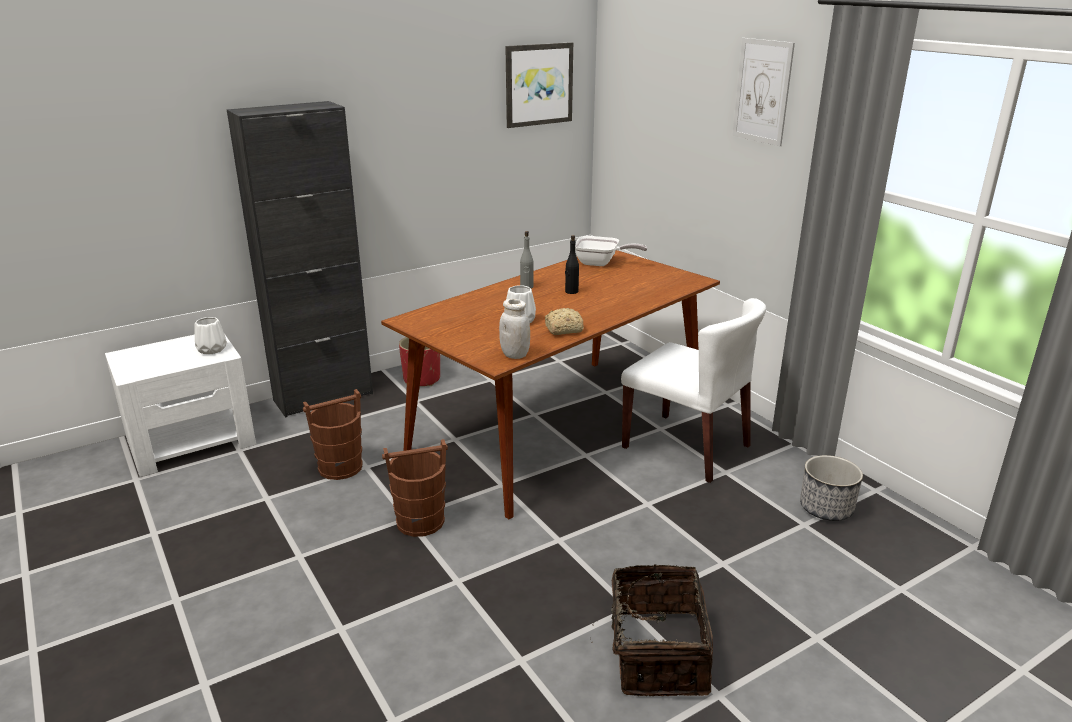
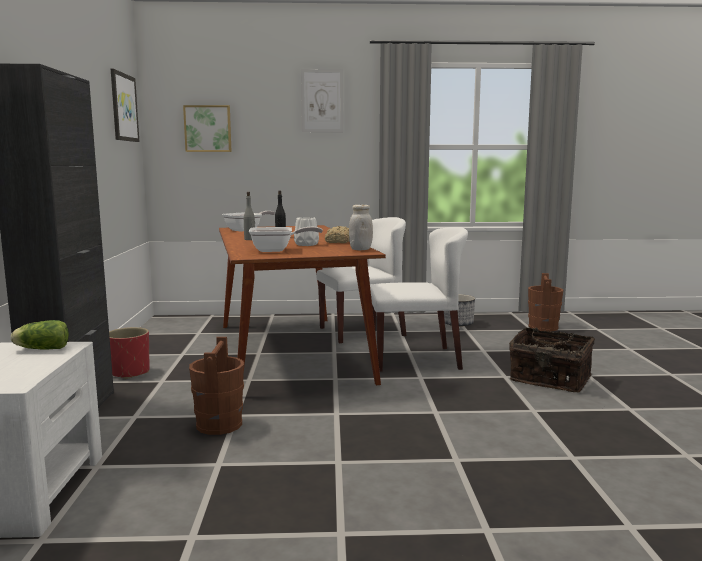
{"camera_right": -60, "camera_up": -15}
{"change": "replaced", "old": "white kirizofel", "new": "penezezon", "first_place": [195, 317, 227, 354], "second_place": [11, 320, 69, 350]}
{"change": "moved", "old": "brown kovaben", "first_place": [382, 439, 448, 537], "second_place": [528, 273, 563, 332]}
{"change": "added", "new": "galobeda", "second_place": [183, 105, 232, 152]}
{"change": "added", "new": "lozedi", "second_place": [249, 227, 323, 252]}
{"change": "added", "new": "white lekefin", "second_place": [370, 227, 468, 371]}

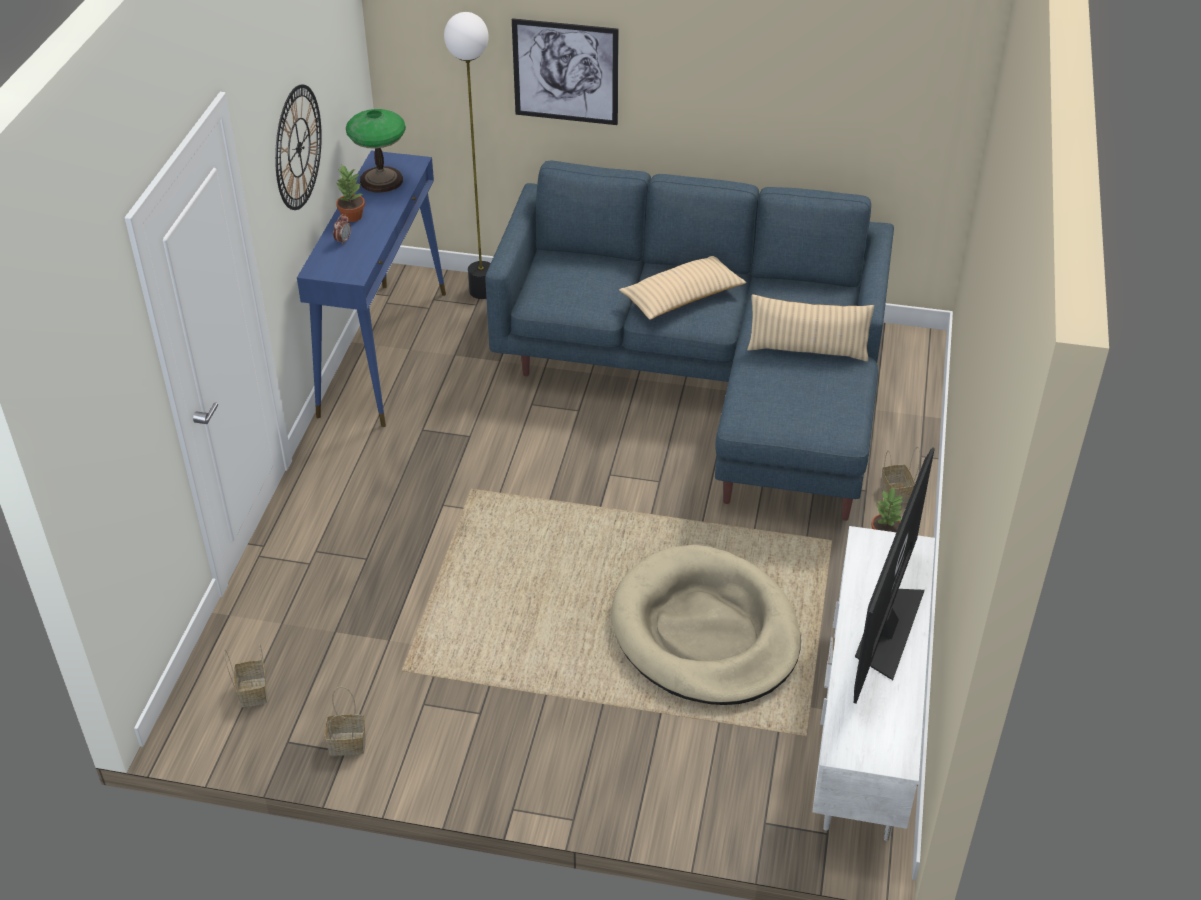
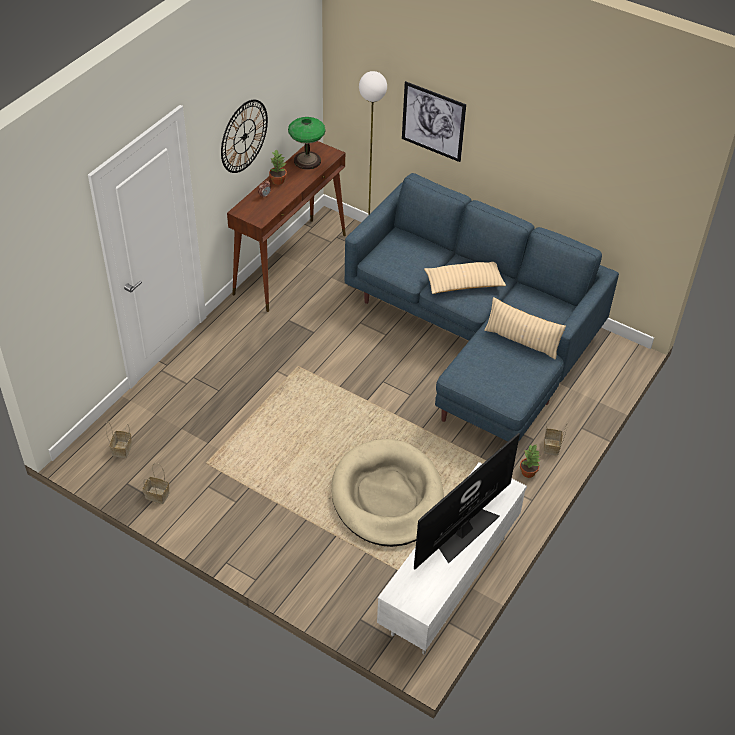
{"camera_right": 20, "camera_up": 5}
{"change": "recoloured", "old": "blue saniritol", "new": "brown saniritol", "first_place": [297, 150, 446, 427], "second_place": [227, 141, 346, 312]}

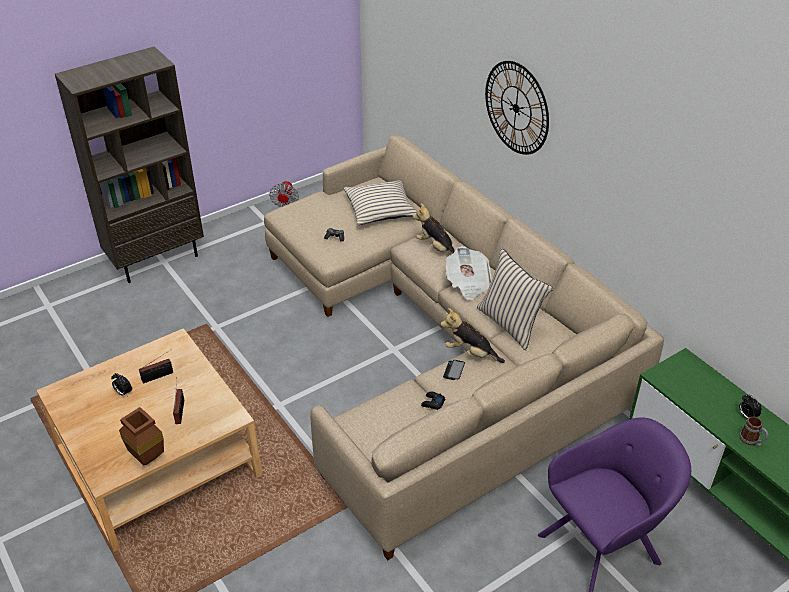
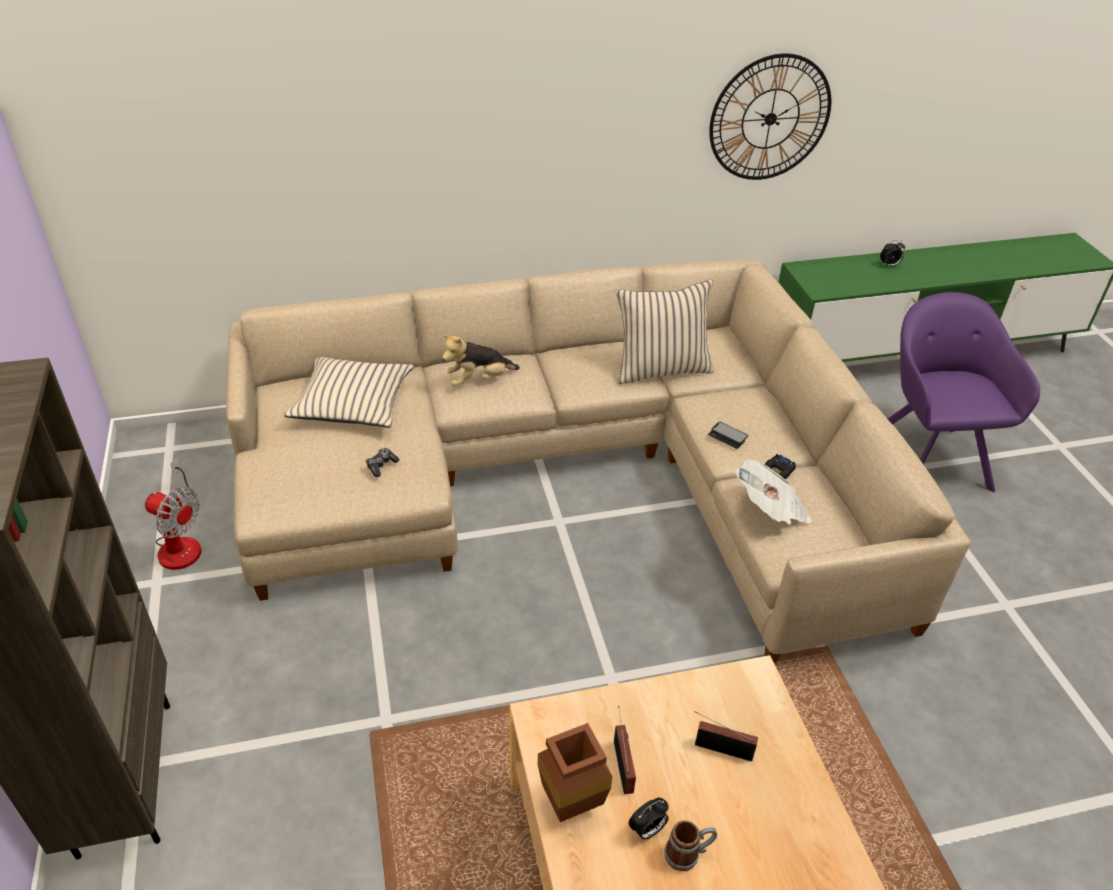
{"camera_right": -70, "camera_up": 0}
{"change": "moved", "old": "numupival", "first_place": [485, 61, 549, 155], "second_place": [709, 53, 831, 180]}
{"change": "moved", "old": "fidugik", "first_place": [445, 246, 492, 300], "second_place": [735, 460, 812, 525]}
{"change": "removed", "old": "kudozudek", "first_place": [440, 308, 505, 363]}
{"change": "moved", "old": "brown kirizofel", "first_place": [119, 407, 164, 466], "second_place": [538, 723, 613, 822]}
{"change": "moved", "old": "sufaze", "first_place": [739, 416, 768, 446], "second_place": [664, 820, 717, 871]}

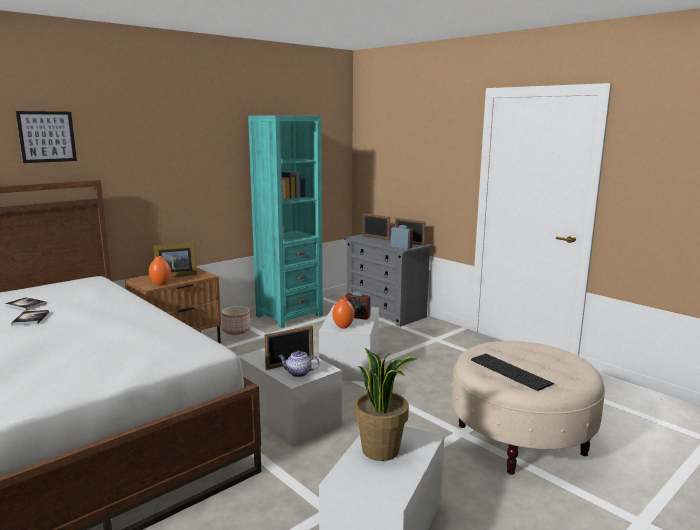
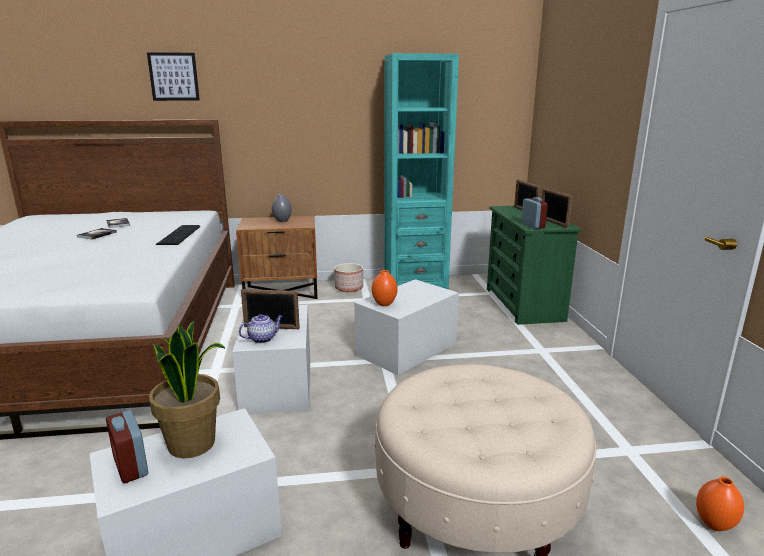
{"camera_right": 35, "camera_up": 5}
{"change": "recoloured", "old": "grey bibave", "new": "green bibave", "first_place": [344, 234, 433, 327], "second_place": [487, 206, 581, 325]}
{"change": "replaced", "old": "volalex", "new": "grey kirizofel", "first_place": [153, 243, 197, 277], "second_place": [272, 194, 292, 222]}
{"change": "moved", "old": "orange kirizofel", "first_place": [149, 256, 171, 286], "second_place": [696, 477, 744, 531]}
{"change": "moved", "old": "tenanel", "first_place": [345, 292, 371, 320], "second_place": [106, 410, 148, 483]}
{"change": "turned", "old": "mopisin", "first_place": [279, 350, 319, 377], "second_place": [239, 314, 283, 343], "degrees": 105}
{"change": "moved", "old": "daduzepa", "first_place": [471, 354, 554, 391], "second_place": [156, 225, 200, 245]}

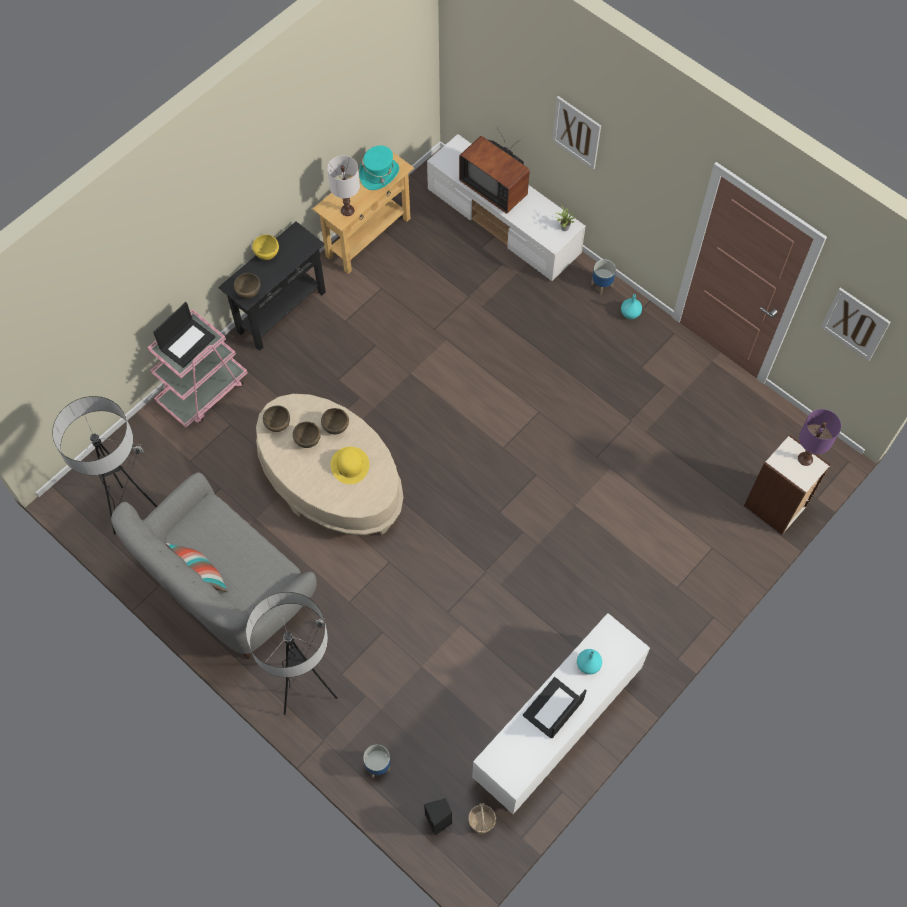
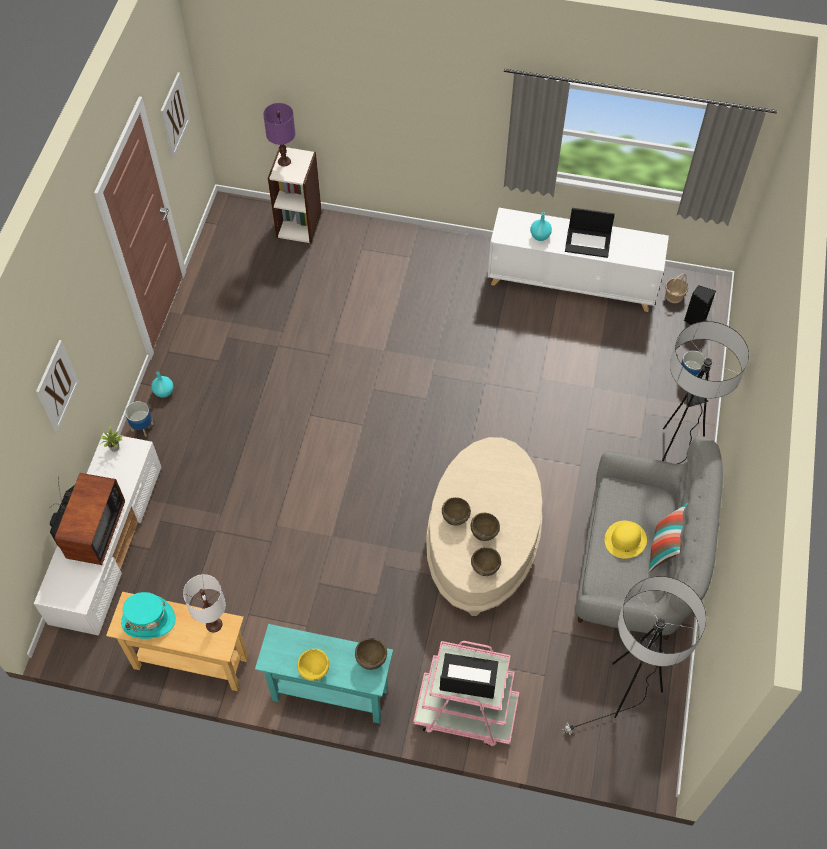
{"camera_right": -120, "camera_up": -5}
{"change": "recoloured", "old": "black saniritol", "new": "turquoise saniritol", "first_place": [218, 221, 326, 351], "second_place": [255, 624, 393, 724]}
{"change": "moved", "old": "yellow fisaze", "first_place": [331, 447, 369, 484], "second_place": [605, 521, 647, 559]}

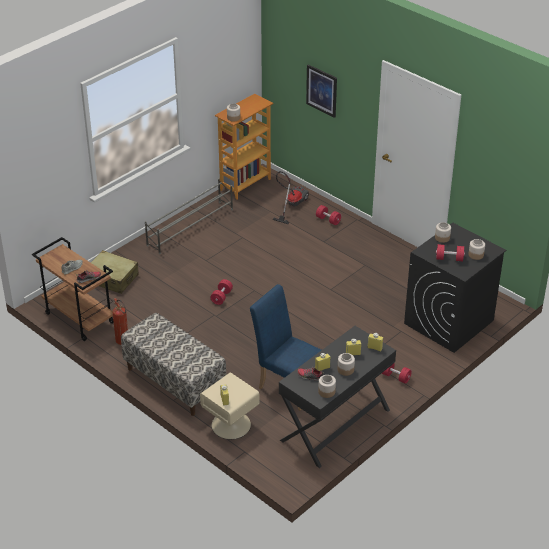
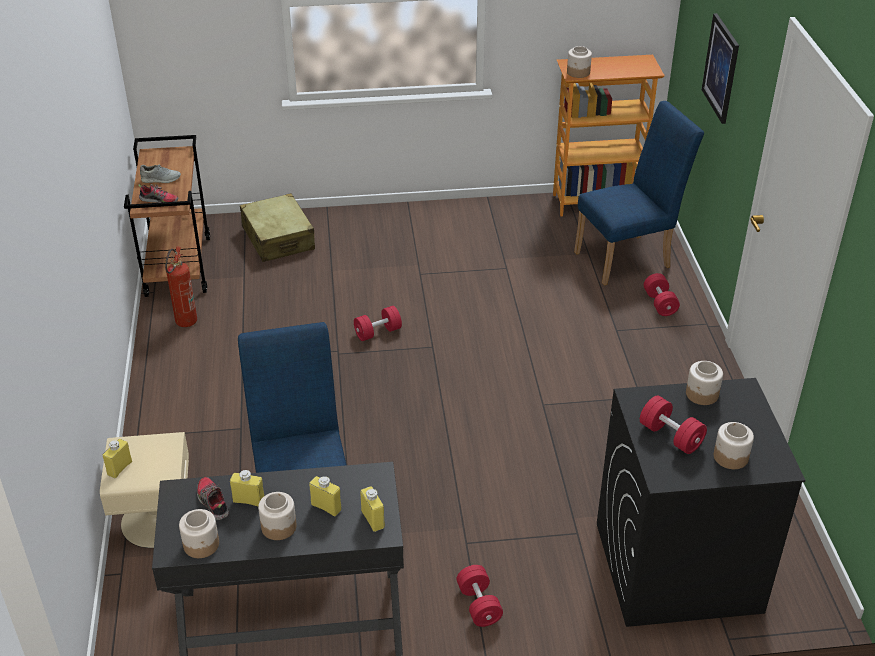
{"camera_right": 40, "camera_up": 0}
{"change": "replaced", "old": "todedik", "new": "blue lekefin", "first_place": [272, 171, 309, 224], "second_place": [574, 101, 704, 286]}
{"change": "removed", "old": "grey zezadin", "first_place": [145, 178, 233, 254]}
{"change": "removed", "old": "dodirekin", "first_place": [121, 313, 226, 416]}

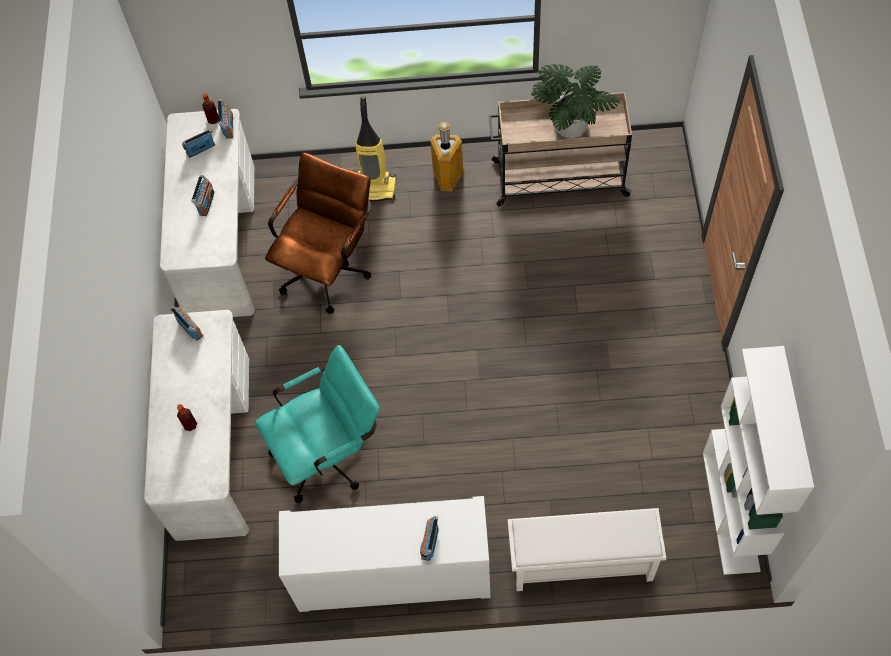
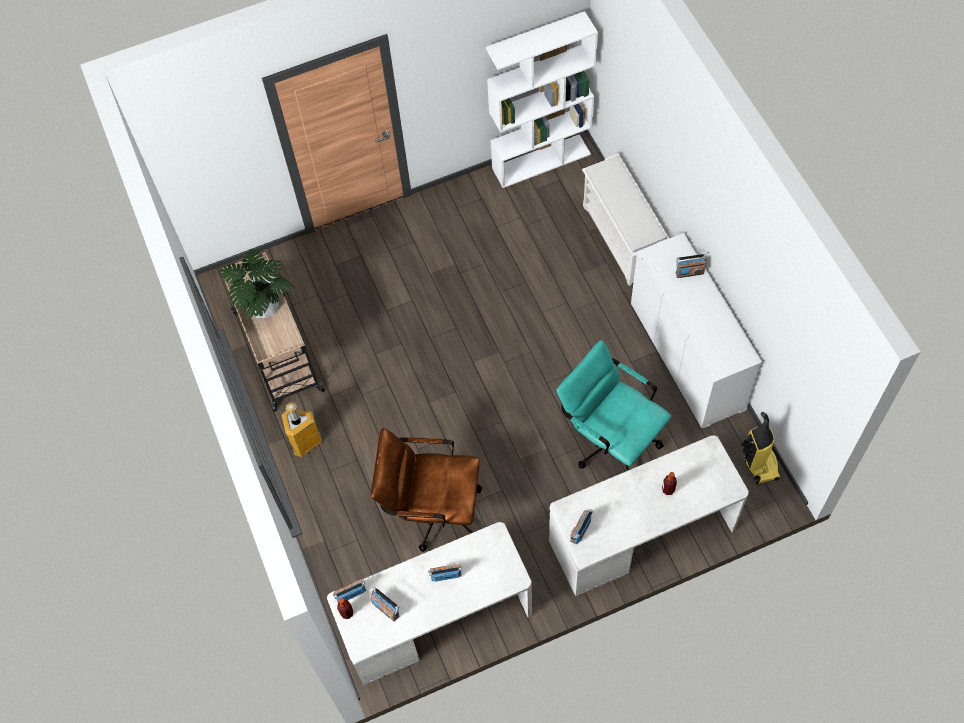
{"camera_right": -110, "camera_up": 0}
{"change": "moved", "old": "todedik", "first_place": [355, 97, 396, 202], "second_place": [741, 412, 780, 484]}

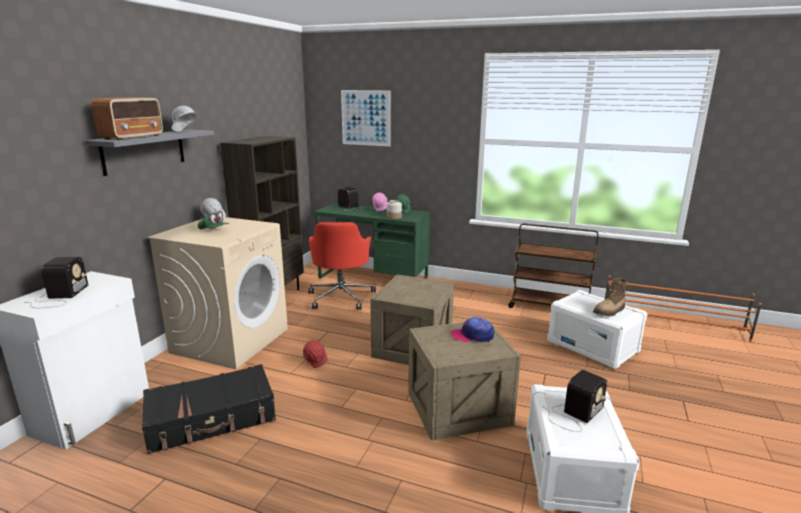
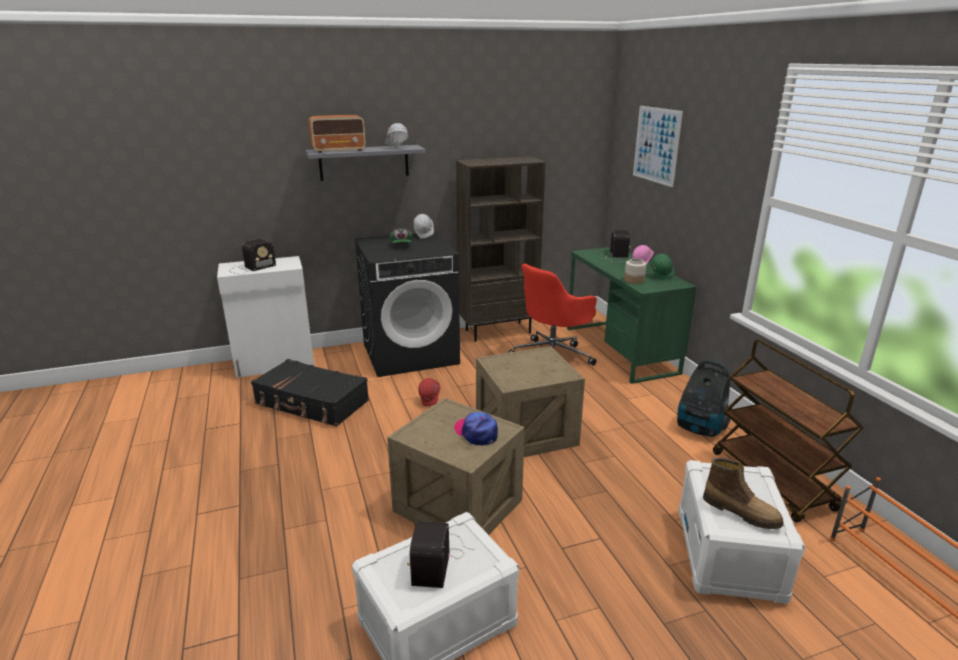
{"camera_right": 50, "camera_up": 5}
{"change": "recoloured", "old": "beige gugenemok", "new": "black gugenemok", "first_place": [147, 217, 288, 369], "second_place": [355, 232, 460, 377]}
{"change": "turned", "old": "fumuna", "first_place": [593, 278, 627, 316], "second_place": [703, 458, 784, 529], "degrees": -150}
{"change": "turned", "old": "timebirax", "first_place": [544, 370, 607, 432], "second_place": [407, 521, 474, 588], "degrees": 90}
{"change": "added", "new": "todedik", "second_place": [677, 359, 732, 437]}

